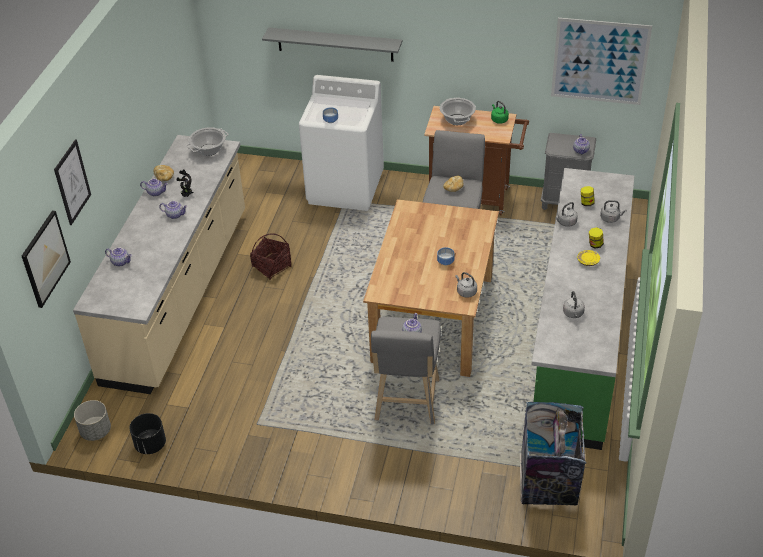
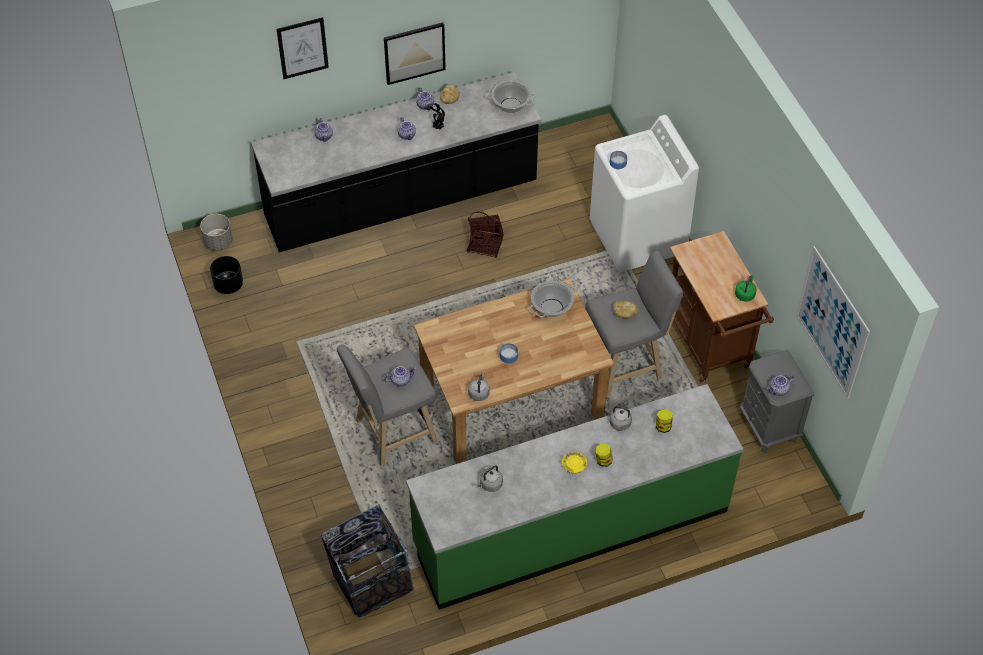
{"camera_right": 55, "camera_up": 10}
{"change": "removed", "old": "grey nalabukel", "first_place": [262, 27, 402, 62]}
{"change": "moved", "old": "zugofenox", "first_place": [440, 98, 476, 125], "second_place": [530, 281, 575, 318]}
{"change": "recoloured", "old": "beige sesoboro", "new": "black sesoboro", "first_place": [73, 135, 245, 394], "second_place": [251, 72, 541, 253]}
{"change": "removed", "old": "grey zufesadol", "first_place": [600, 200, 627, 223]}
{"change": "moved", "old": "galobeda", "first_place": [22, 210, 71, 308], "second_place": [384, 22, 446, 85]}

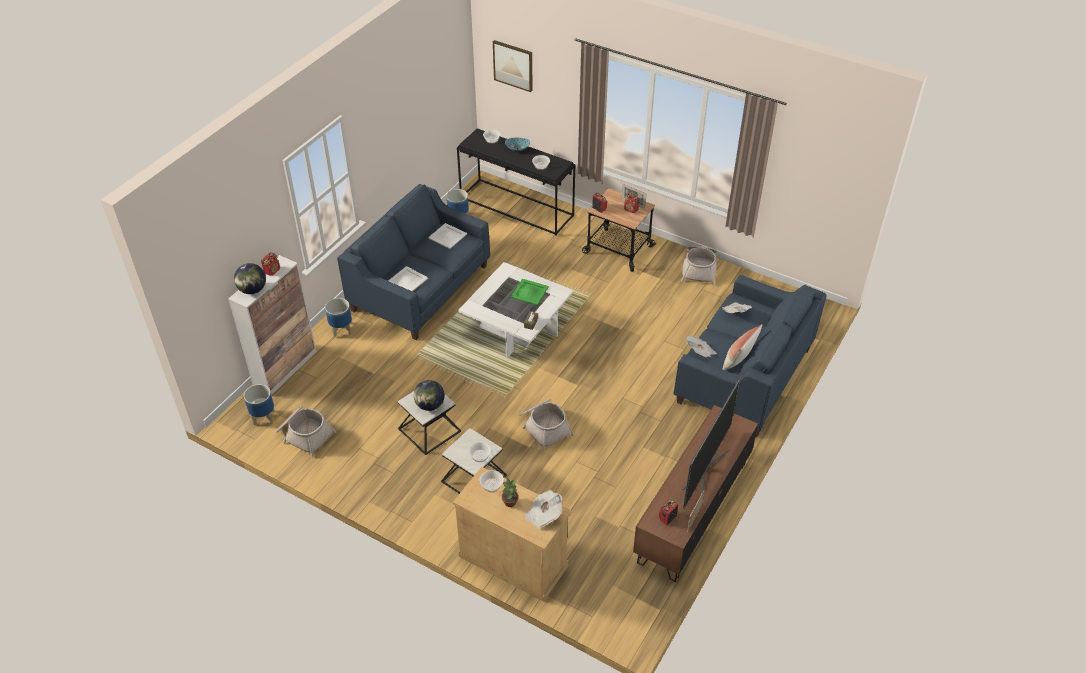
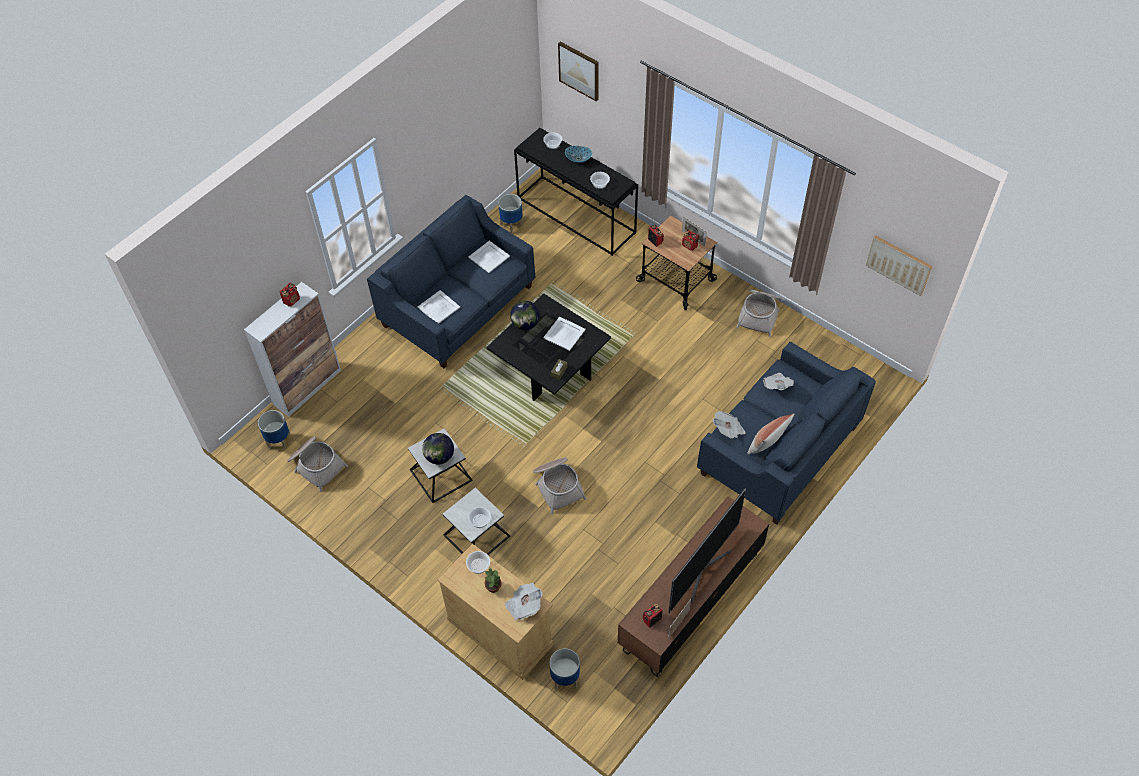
{"camera_right": 10, "camera_up": 10}
{"change": "recoloured", "old": "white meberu", "new": "black meberu", "first_place": [458, 262, 573, 358], "second_place": [487, 294, 611, 401]}
{"change": "moved", "old": "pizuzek", "first_place": [234, 263, 266, 294], "second_place": [510, 301, 540, 330]}
{"change": "recoloured", "old": "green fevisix", "new": "white fevisix", "first_place": [511, 279, 549, 305], "second_place": [543, 317, 586, 351]}
{"change": "moved", "old": "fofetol", "first_place": [325, 298, 352, 337], "second_place": [549, 648, 580, 690]}
{"change": "added", "new": "galobeda", "second_place": [866, 235, 932, 296]}

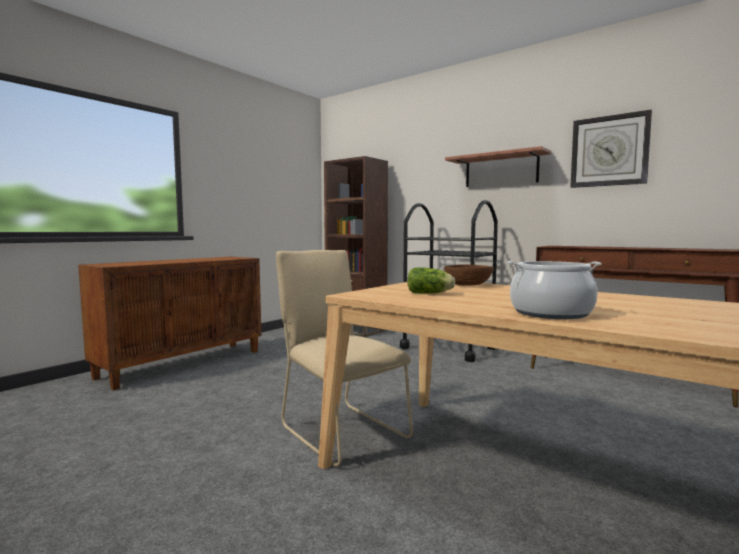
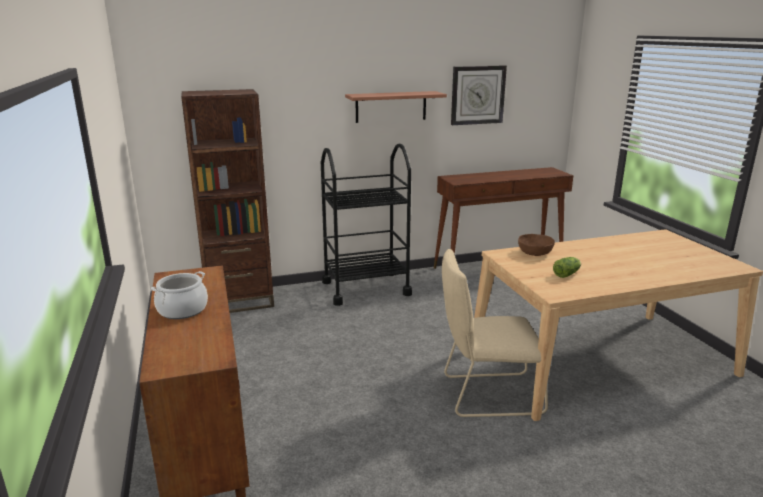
{"camera_right": -55, "camera_up": 15}
{"change": "moved", "old": "zugofenox", "first_place": [507, 261, 602, 319], "second_place": [151, 271, 208, 319]}

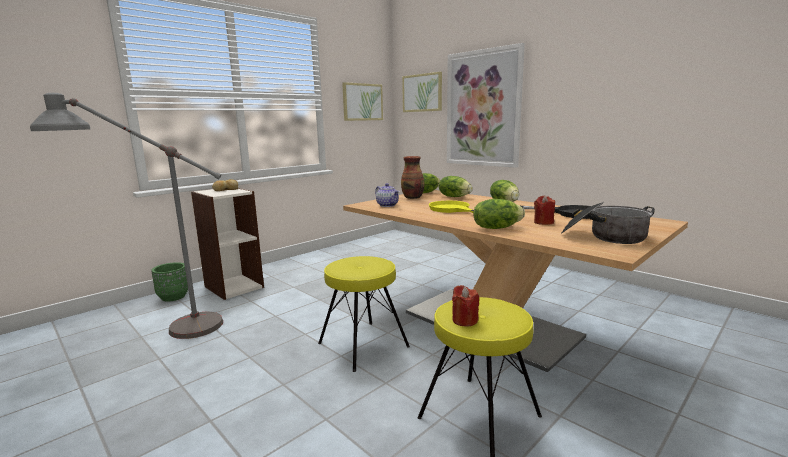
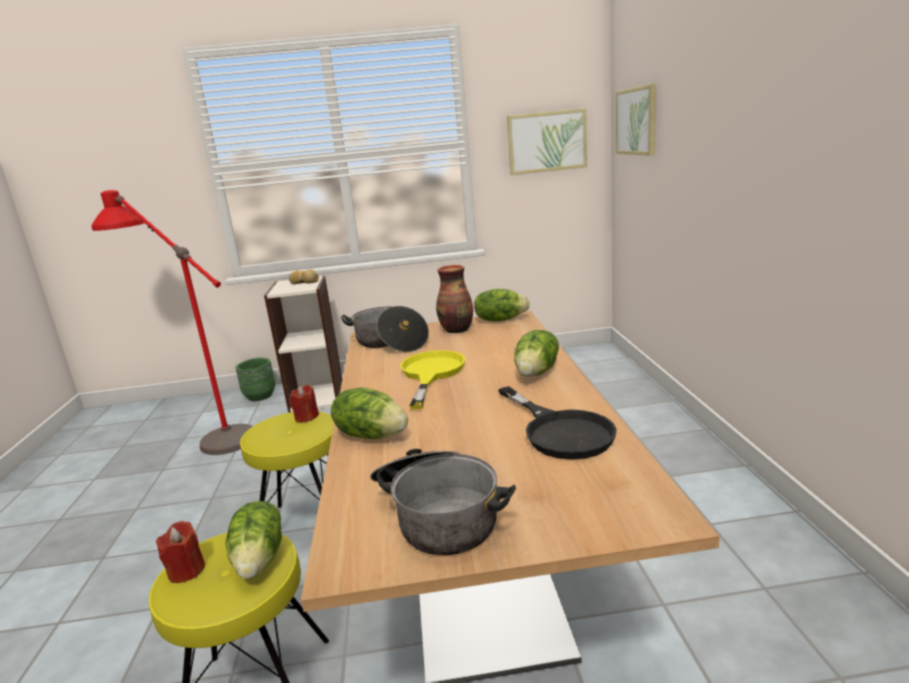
{"camera_right": 40, "camera_up": 5}
{"change": "removed", "old": "galobeda", "first_place": [447, 43, 525, 168]}
{"change": "recoloured", "old": "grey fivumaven", "new": "red fivumaven", "first_place": [30, 93, 223, 339], "second_place": [92, 190, 253, 455]}
{"change": "moved", "old": "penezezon", "first_place": [439, 176, 473, 197], "second_place": [226, 501, 282, 579]}
{"change": "replaced", "old": "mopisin", "new": "zugofenox", "first_place": [375, 183, 400, 207], "second_place": [341, 306, 429, 352]}
{"change": "moved", "old": "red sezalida", "first_place": [534, 195, 555, 225], "second_place": [289, 385, 319, 422]}

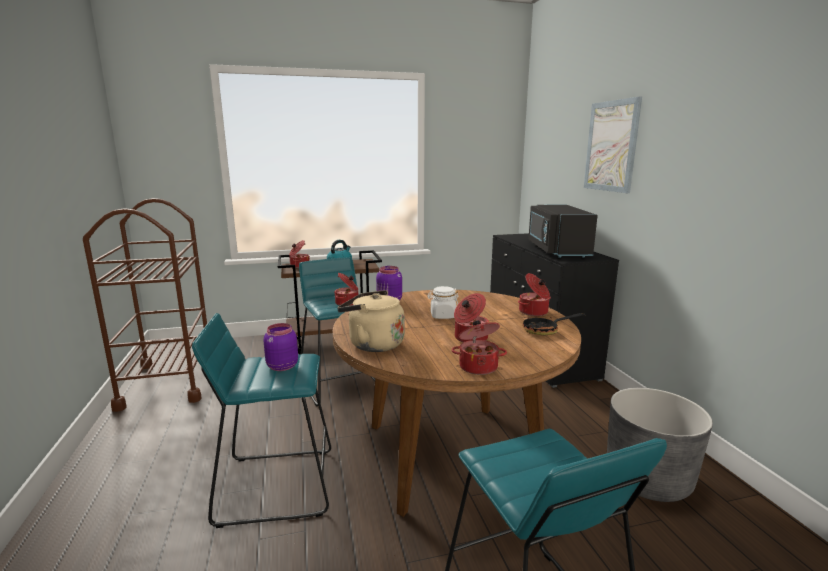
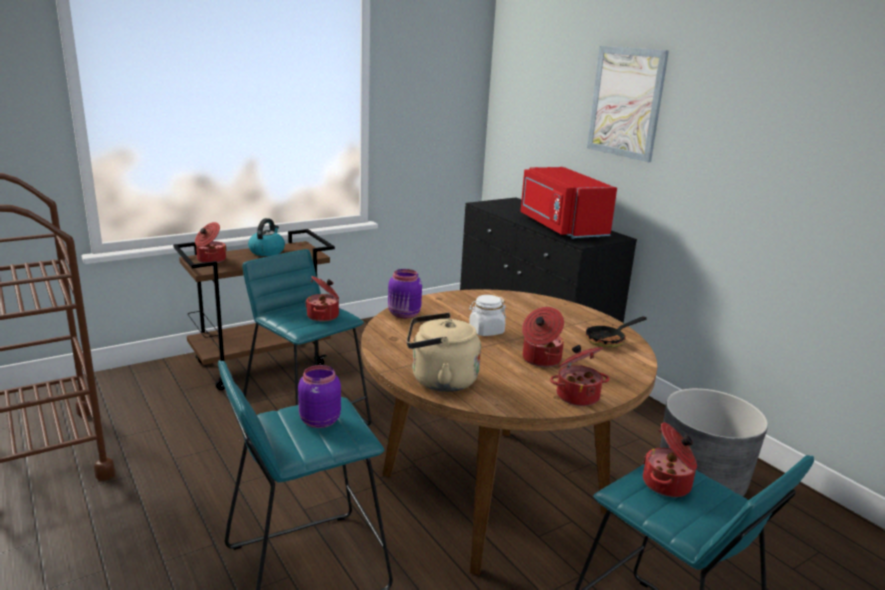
{"camera_right": -20, "camera_up": 5}
{"change": "recoloured", "old": "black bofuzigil", "new": "red bofuzigil", "first_place": [528, 205, 598, 258], "second_place": [520, 167, 617, 239]}
{"change": "moved", "old": "zugofenox", "first_place": [518, 273, 551, 316], "second_place": [643, 422, 697, 497]}

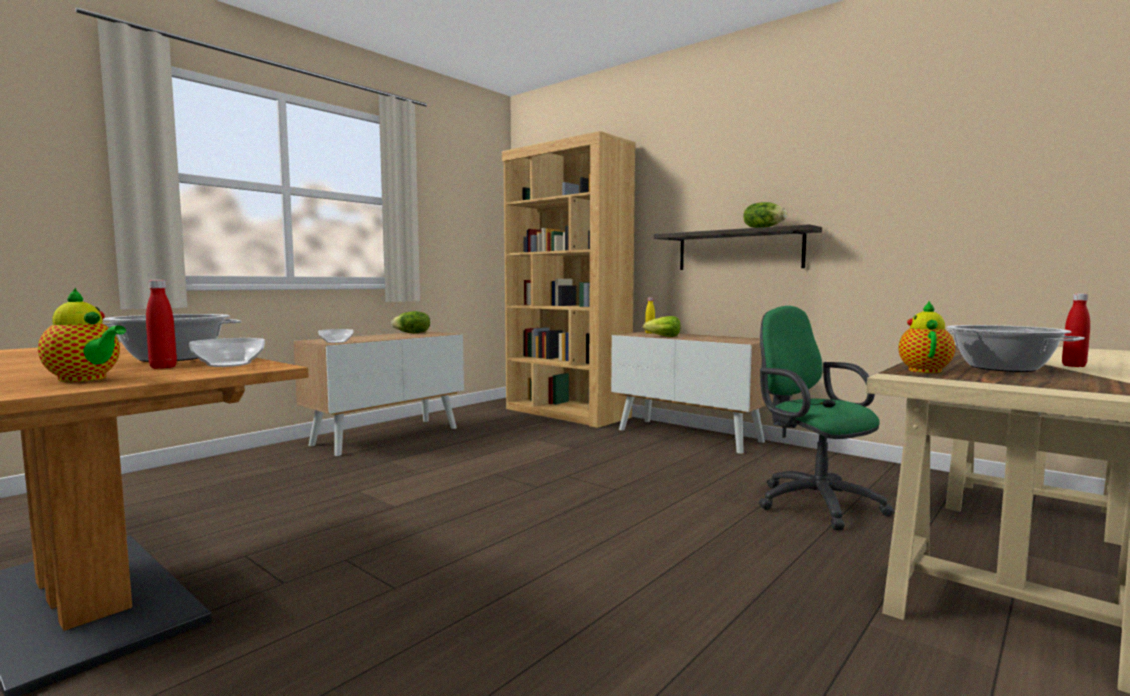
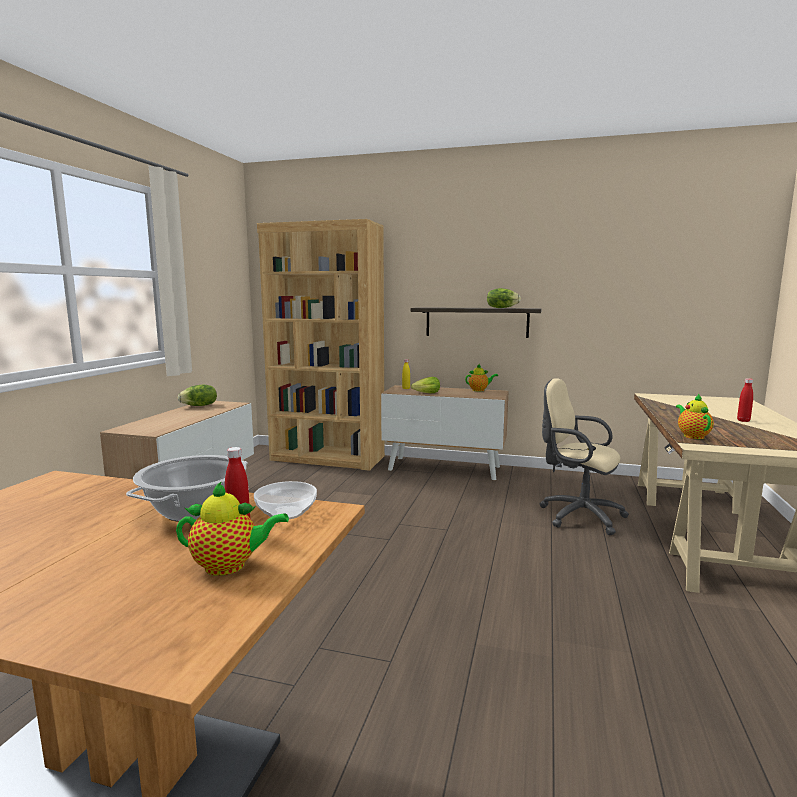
{"camera_right": -25, "camera_up": 5}
{"change": "recoloured", "old": "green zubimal", "new": "beige zubimal", "first_place": [759, 306, 893, 530], "second_place": [539, 378, 629, 535]}
{"change": "removed", "old": "zugofenox", "first_place": [947, 325, 1085, 372]}
{"change": "removed", "old": "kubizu", "first_place": [318, 329, 354, 343]}
{"change": "added", "new": "mopisin", "second_place": [465, 364, 498, 391]}

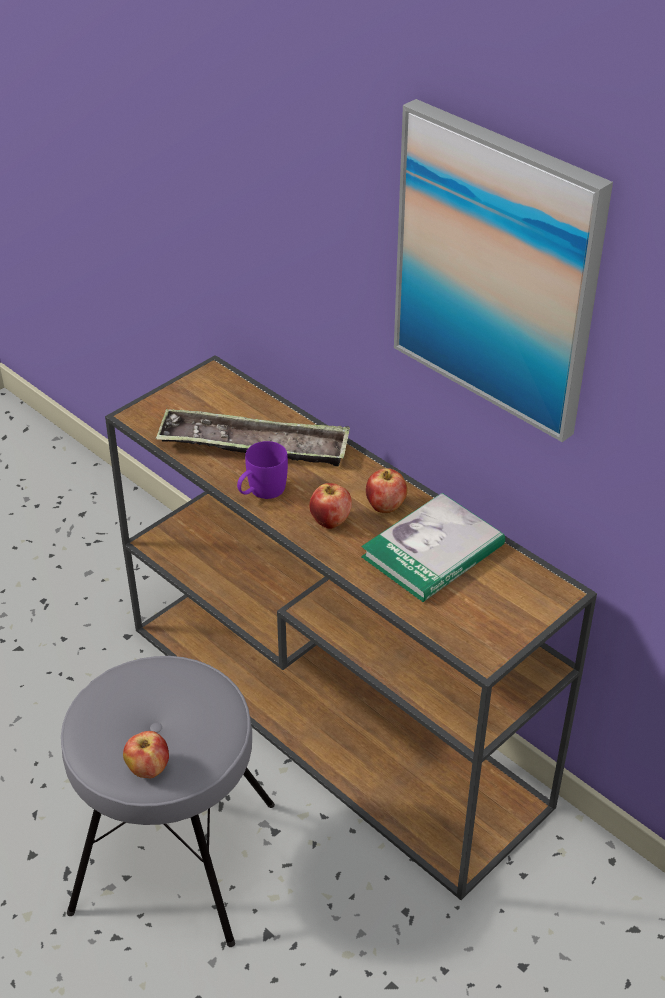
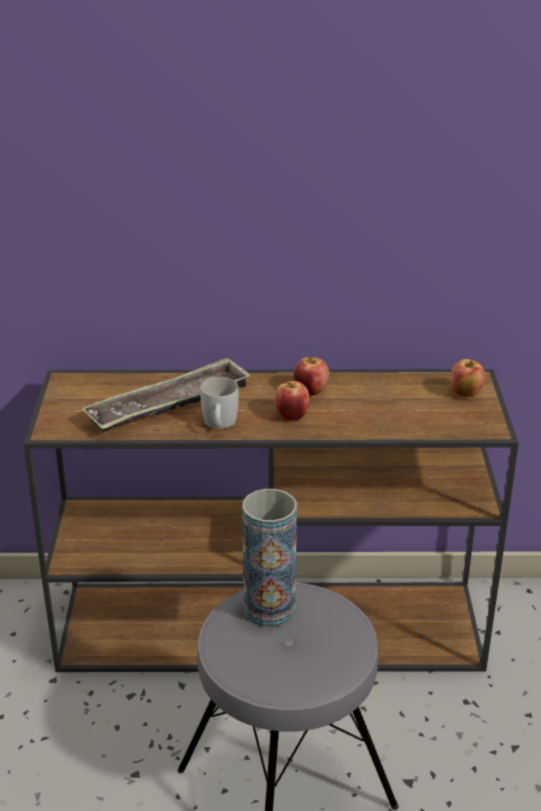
{"camera_right": -45, "camera_up": -10}
{"change": "removed", "old": "galobeda", "first_place": [394, 99, 613, 442]}
{"change": "recoloured", "old": "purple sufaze", "new": "white sufaze", "first_place": [237, 441, 288, 499], "second_place": [200, 377, 239, 429]}
{"change": "removed", "old": "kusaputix", "first_place": [361, 493, 505, 602]}
{"change": "moved", "old": "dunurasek", "first_place": [123, 731, 169, 778], "second_place": [450, 359, 485, 397]}
{"change": "added", "new": "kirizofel", "second_place": [242, 489, 297, 627]}

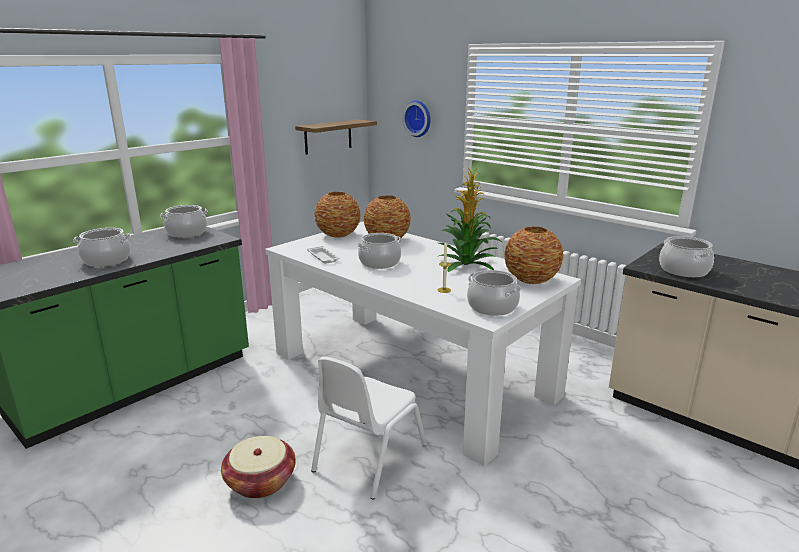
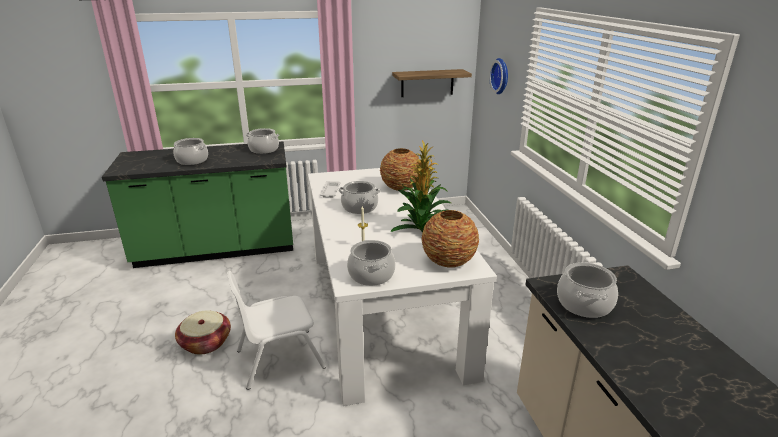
{"camera_right": 35, "camera_up": 5}
{"change": "removed", "old": "kirizofel", "first_place": [314, 192, 361, 238]}

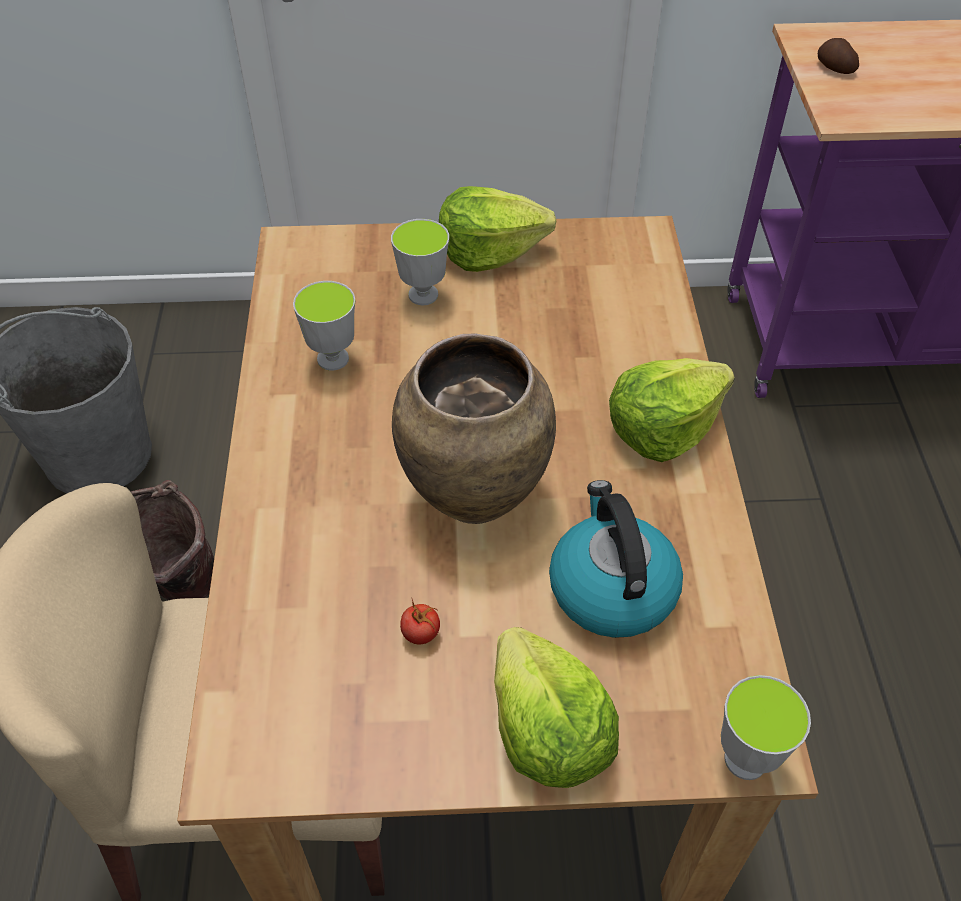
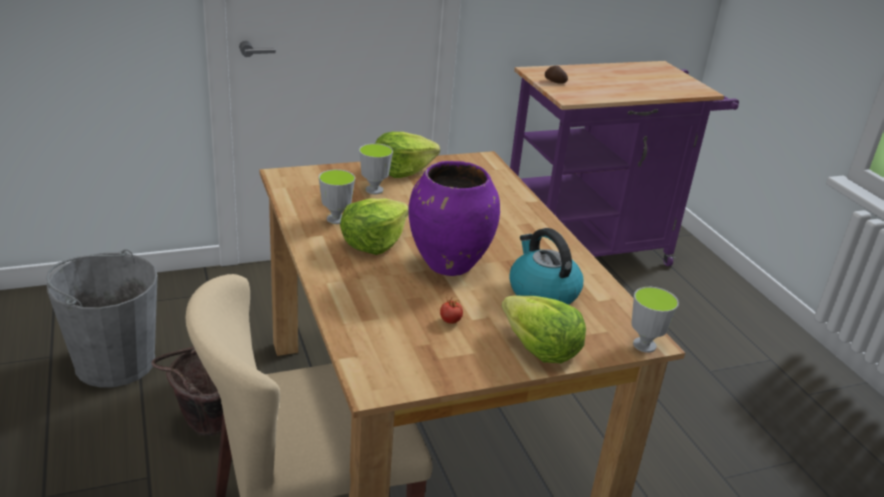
{"camera_right": -20, "camera_up": -20}
{"change": "recoloured", "old": "brown kirizofel", "new": "purple kirizofel", "first_place": [392, 334, 556, 524], "second_place": [409, 161, 500, 276]}
{"change": "moved", "old": "penezezon", "first_place": [609, 358, 735, 462], "second_place": [340, 198, 409, 255]}

